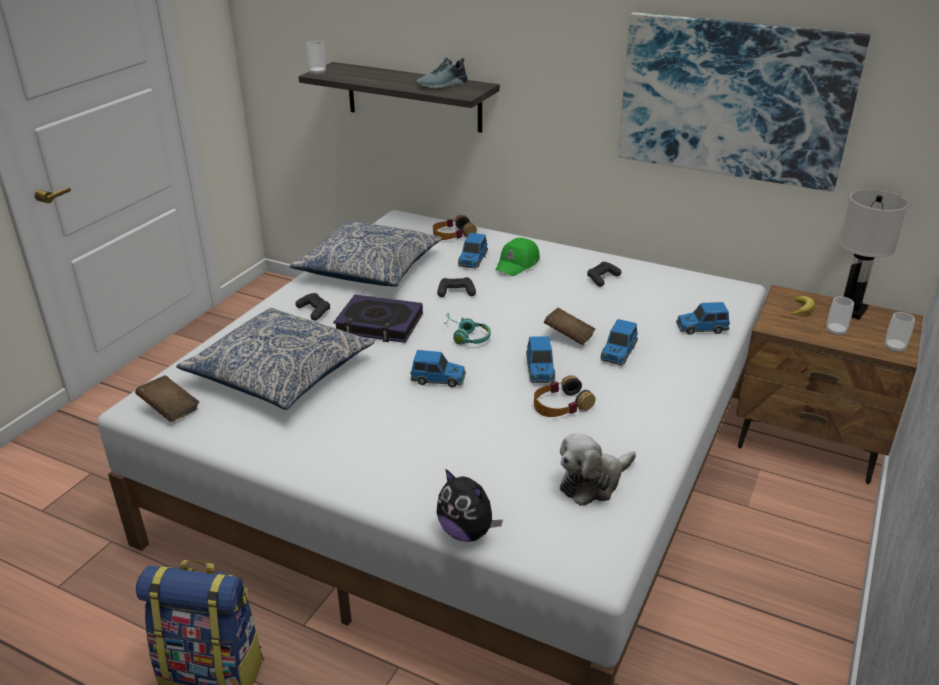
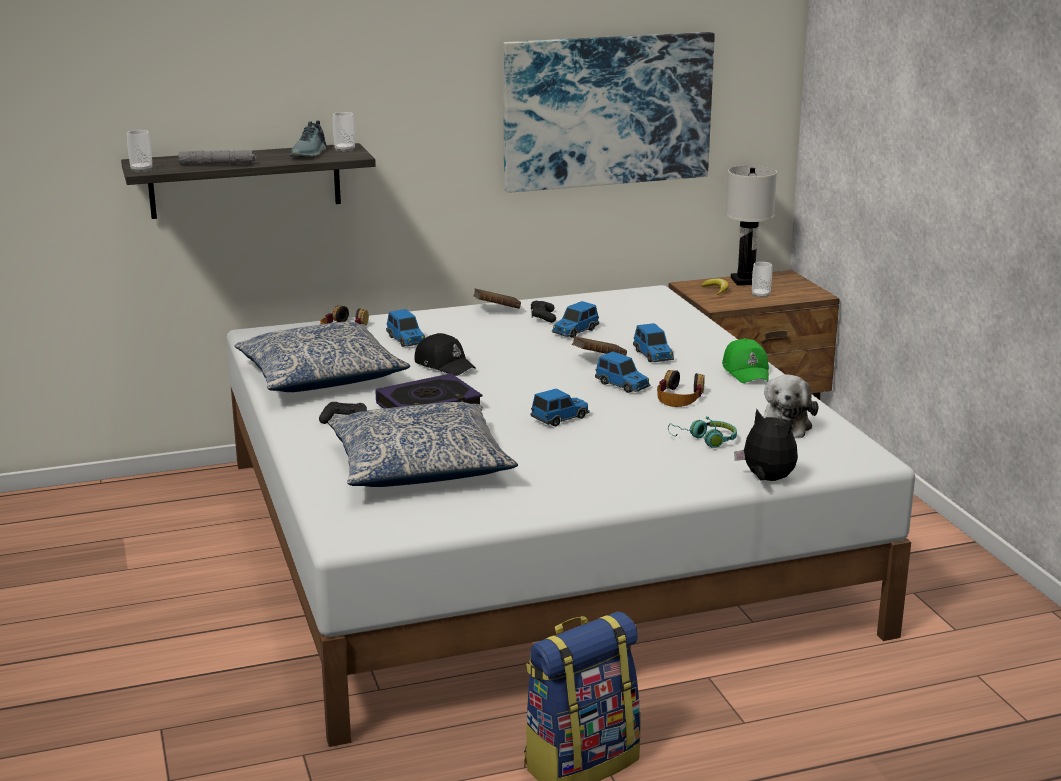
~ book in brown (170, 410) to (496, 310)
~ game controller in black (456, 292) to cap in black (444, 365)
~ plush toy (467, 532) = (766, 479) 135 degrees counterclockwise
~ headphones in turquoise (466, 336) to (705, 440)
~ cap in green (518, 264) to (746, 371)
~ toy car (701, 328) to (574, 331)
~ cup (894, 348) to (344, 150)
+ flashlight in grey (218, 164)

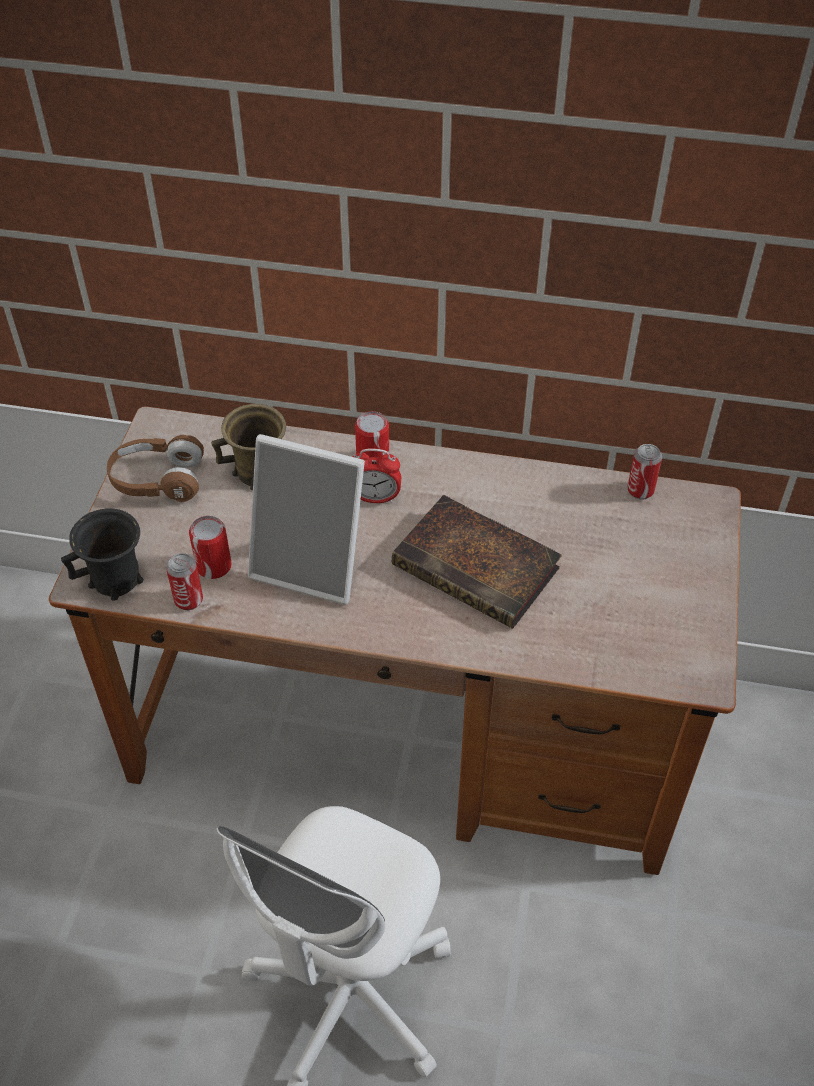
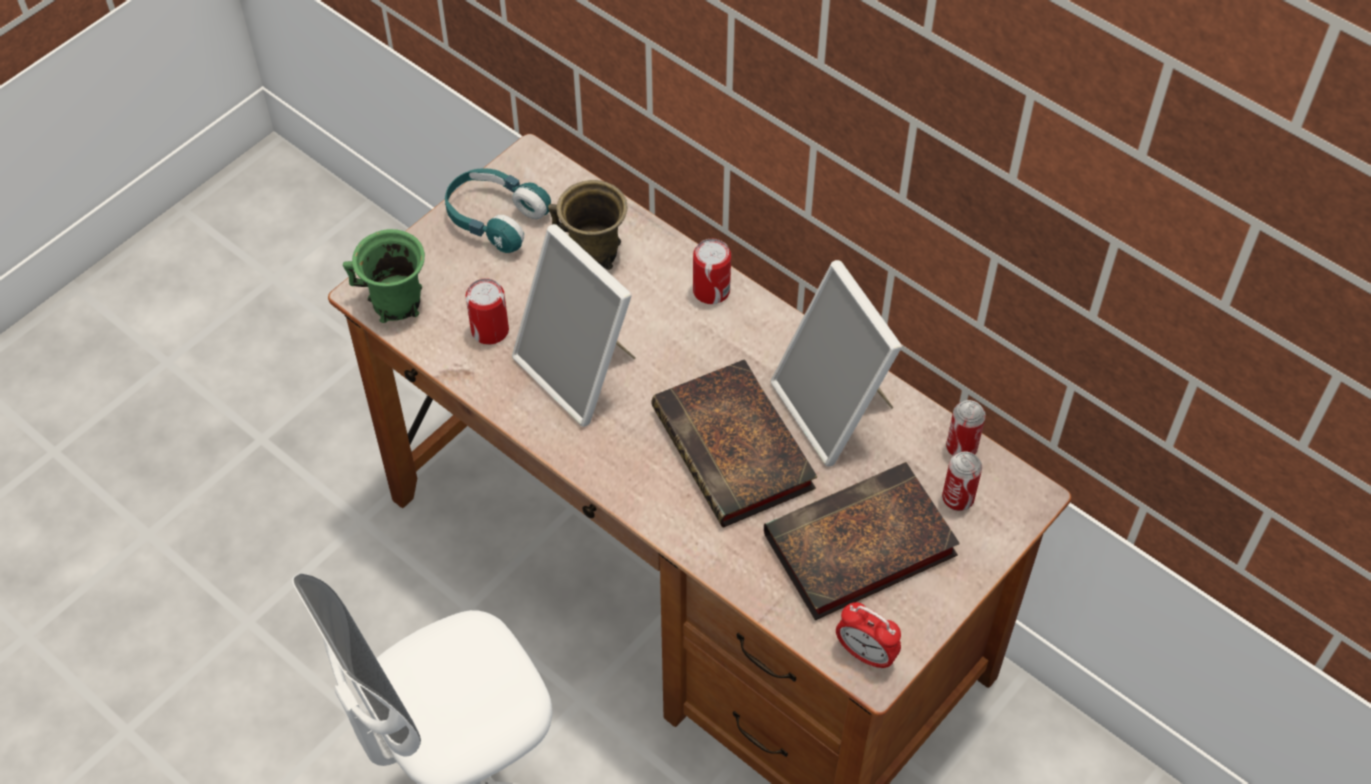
~ mug in black (116, 579) to mug in green (397, 303)
~ headphones in brown (157, 480) to headphones in turquoise (495, 218)
~ can (188, 600) to (957, 498)
~ alarm clock (375, 498) to (865, 654)
+ book (856, 549)
+ picture frame (835, 410)

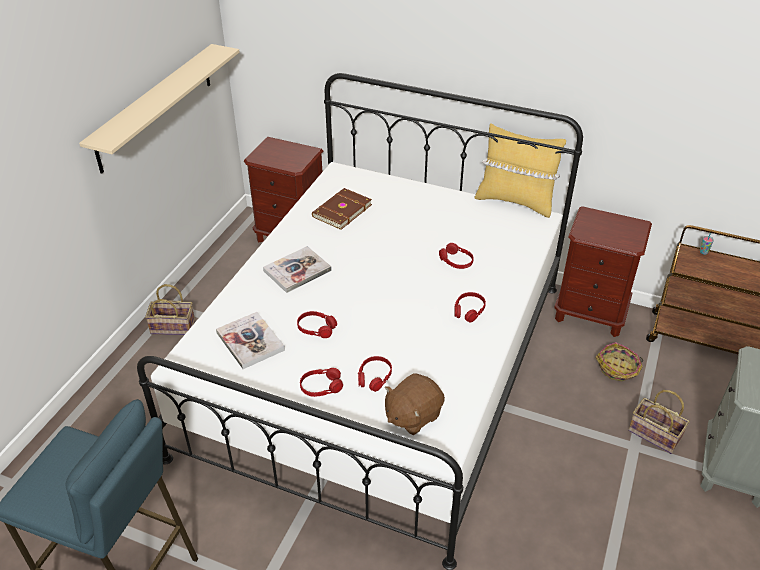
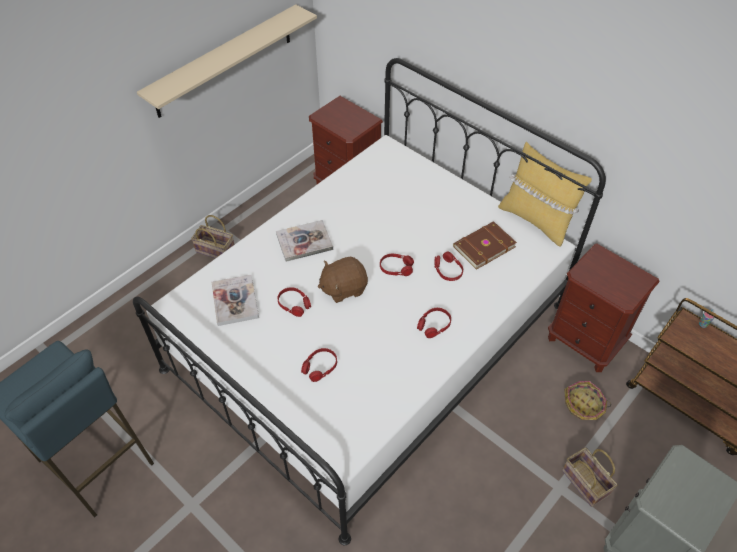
~ headphones in red (321, 387) to (396, 268)
~ book in brown (341, 210) to (483, 246)
~ plush toy in brown (412, 415) to (343, 288)

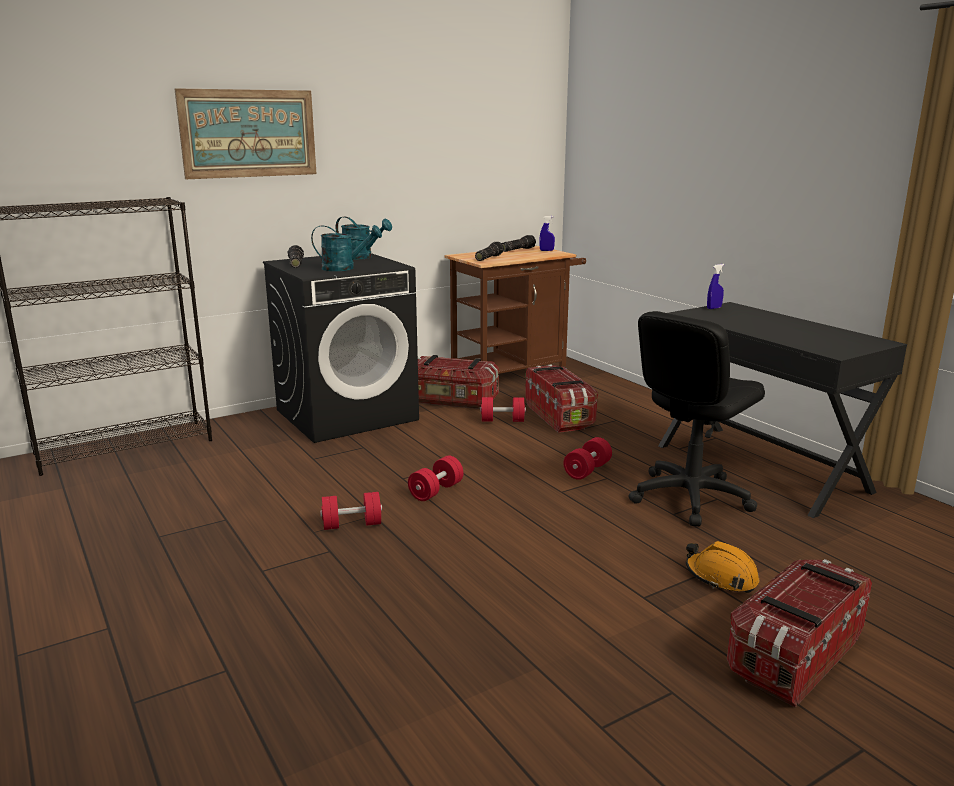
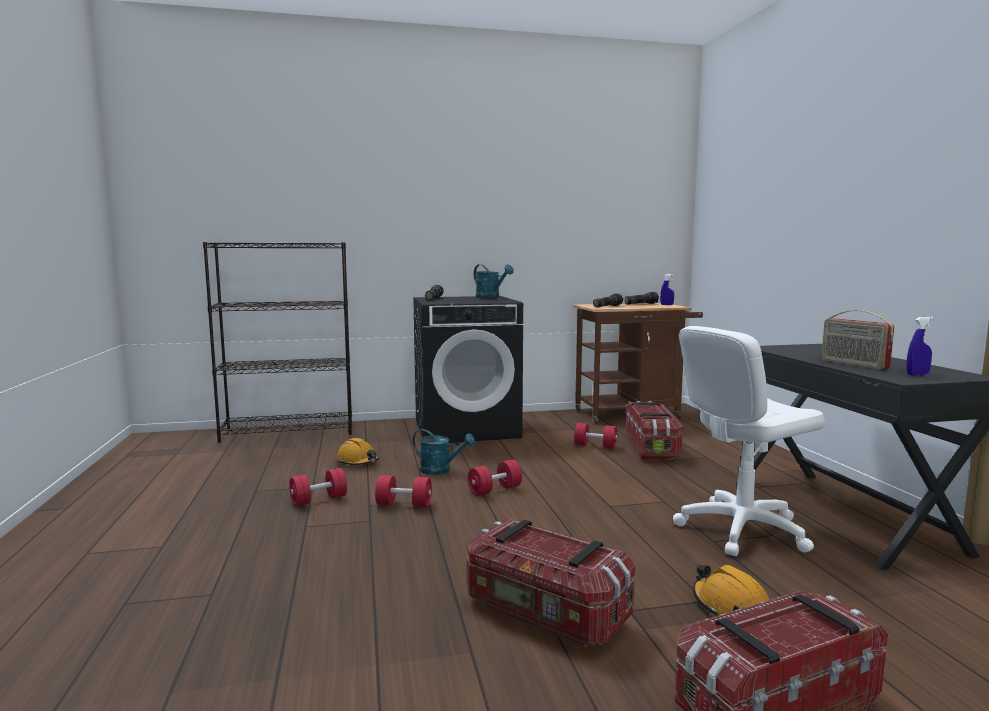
- picture (249, 133)
~ watering can in turquoise (344, 268) to (441, 470)
~ storage box (452, 401) to (545, 613)
~ dumbbell in red (587, 470) to (319, 500)
~ office chair in black (689, 497) to office chair in white (741, 529)
~ spray bottle in blue (714, 308) to (917, 374)
+ hard hat in orange (358, 462)
+ radio (853, 364)

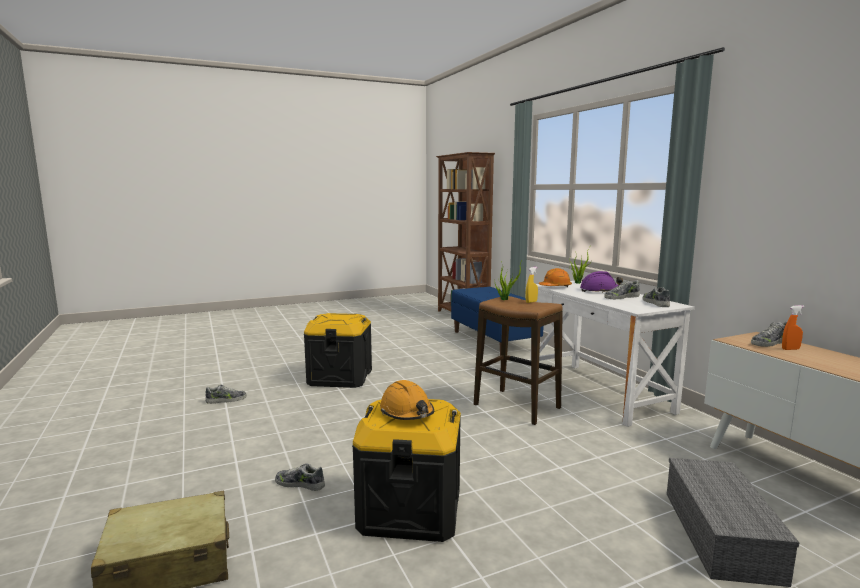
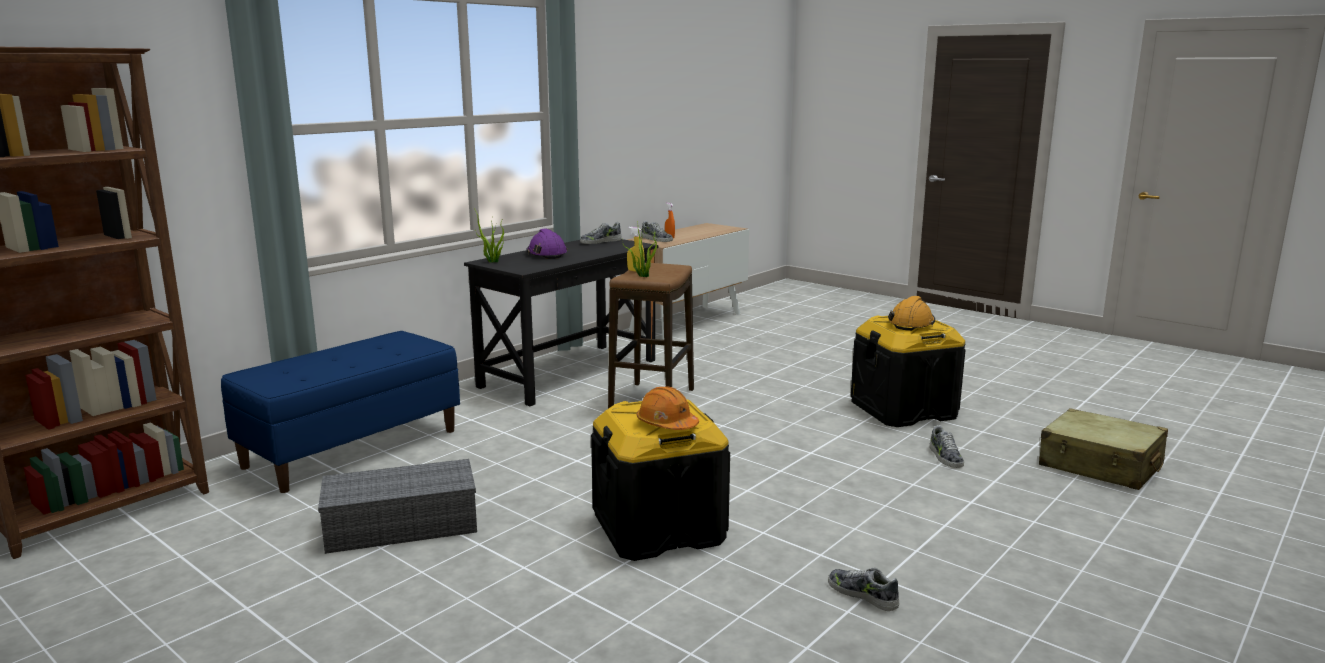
~ desk in white (598, 392) to desk in black (569, 373)
~ hard hat in orange (555, 287) to (666, 424)
- shoe (621, 297)
~ storage box in grey (723, 536) to (404, 524)

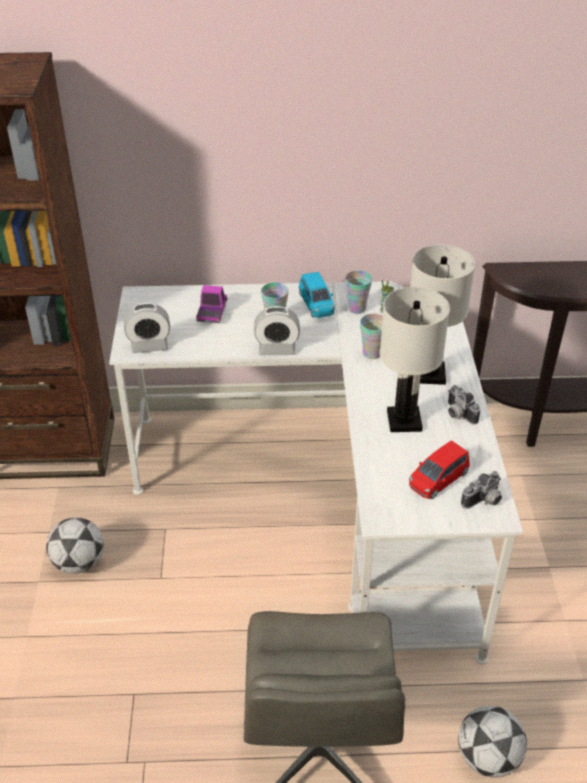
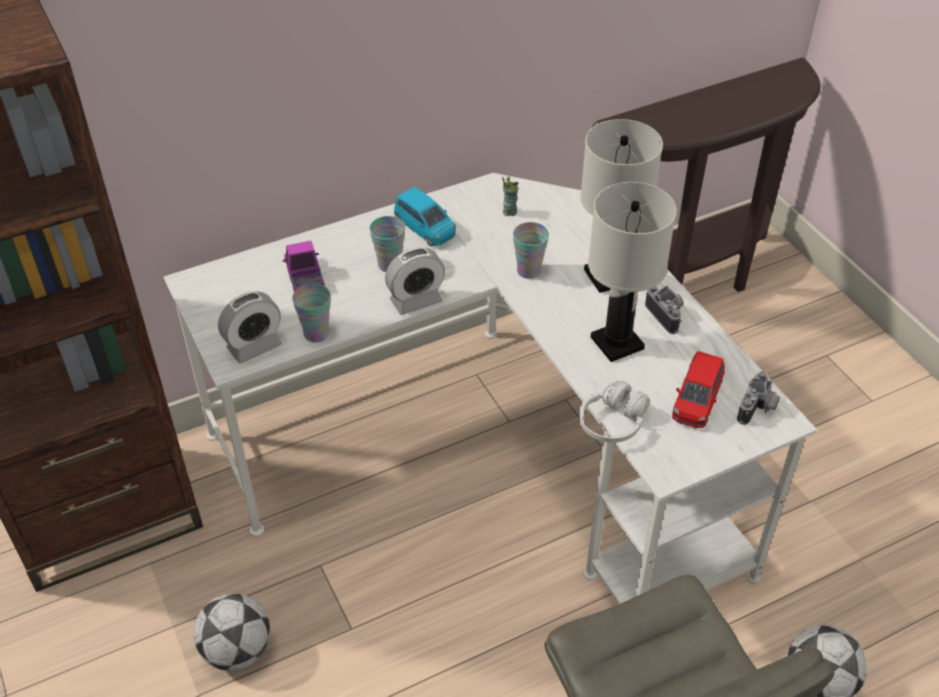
~ cup (357, 308) to (316, 334)
~ photo camera (457, 414) = (668, 315) 150 degrees counterclockwise
+ headphones in white (612, 422)

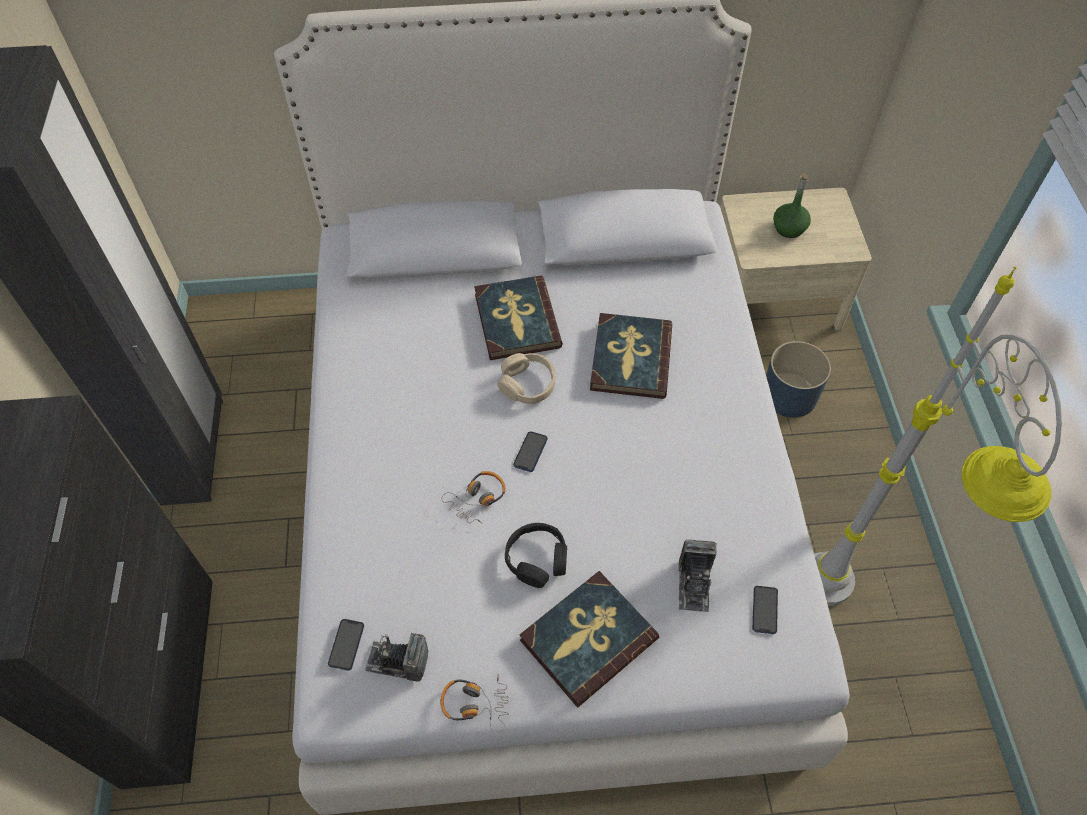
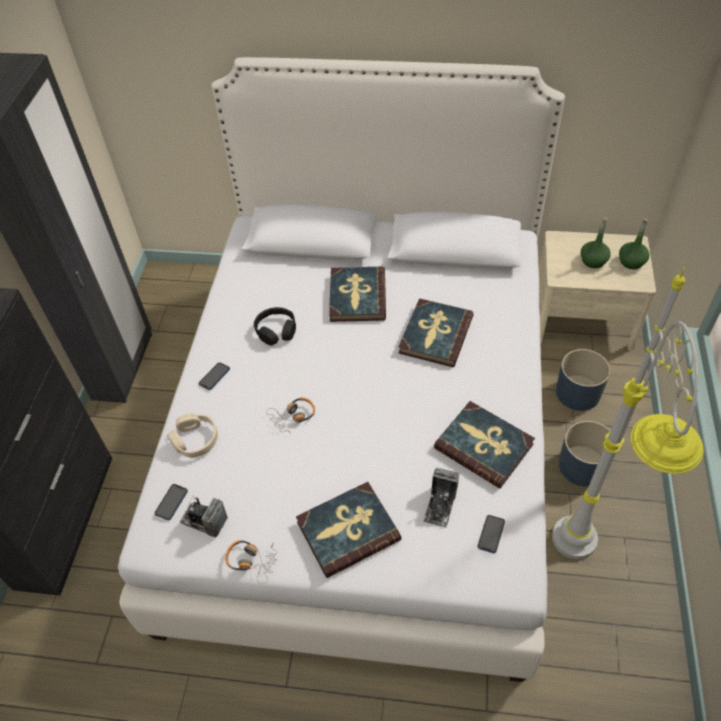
~ headphones in beige (527, 384) to (195, 440)
~ headphones in black (537, 559) to (276, 330)
~ phone (530, 452) to (214, 376)
+ book (484, 446)
+ planter in blue (581, 466)
+ bottle in green (631, 261)

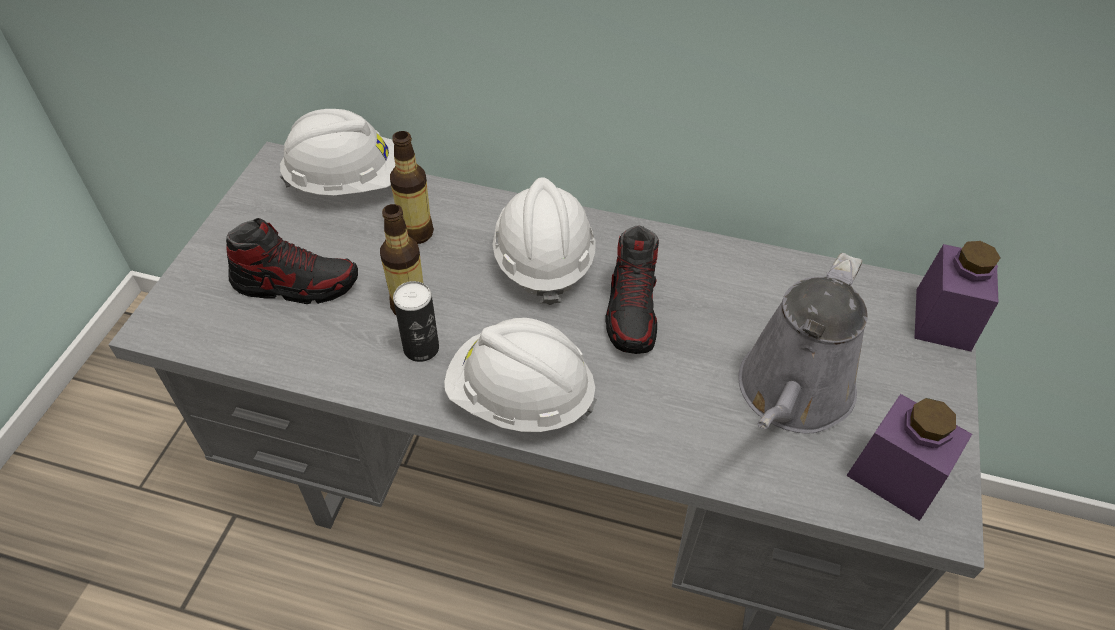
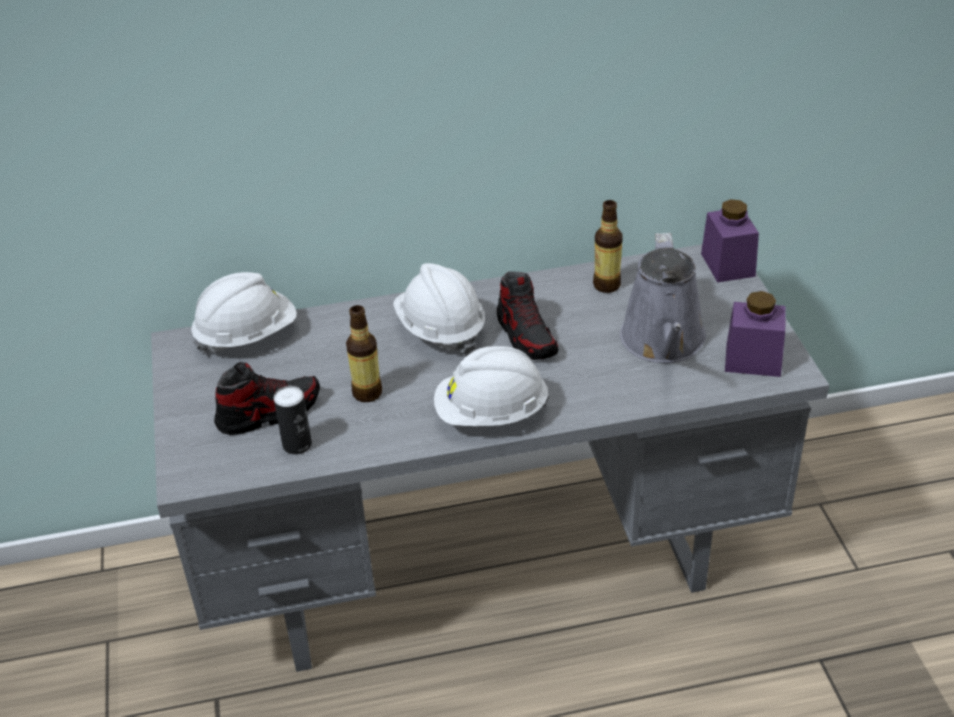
~ bottle (416, 233) to (606, 285)
~ can (421, 348) to (297, 445)

